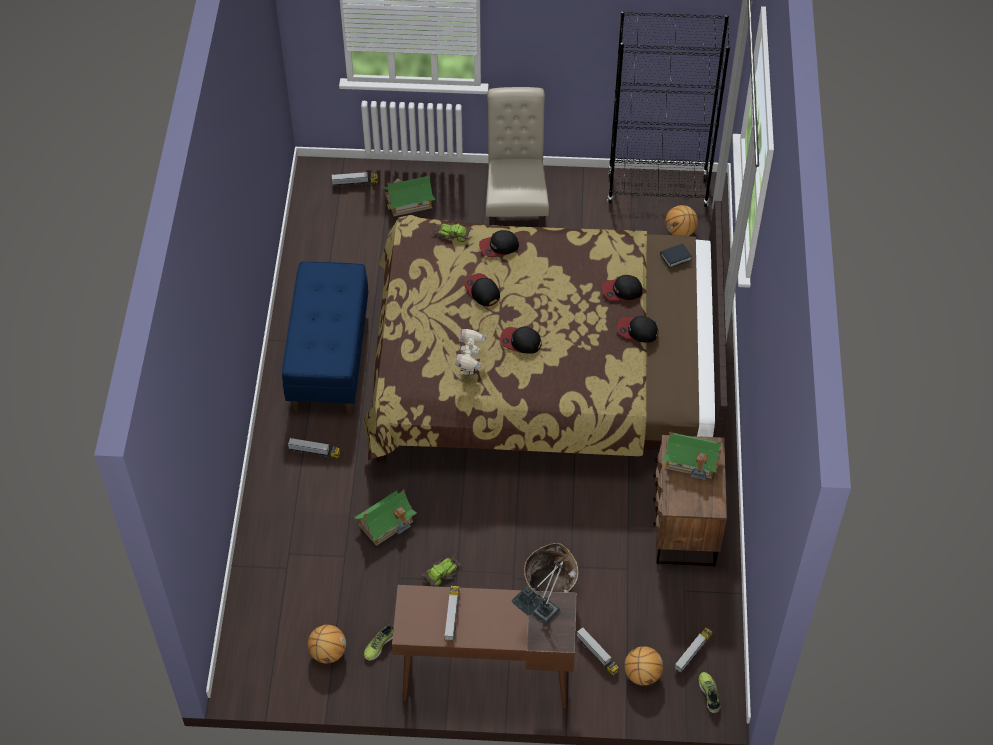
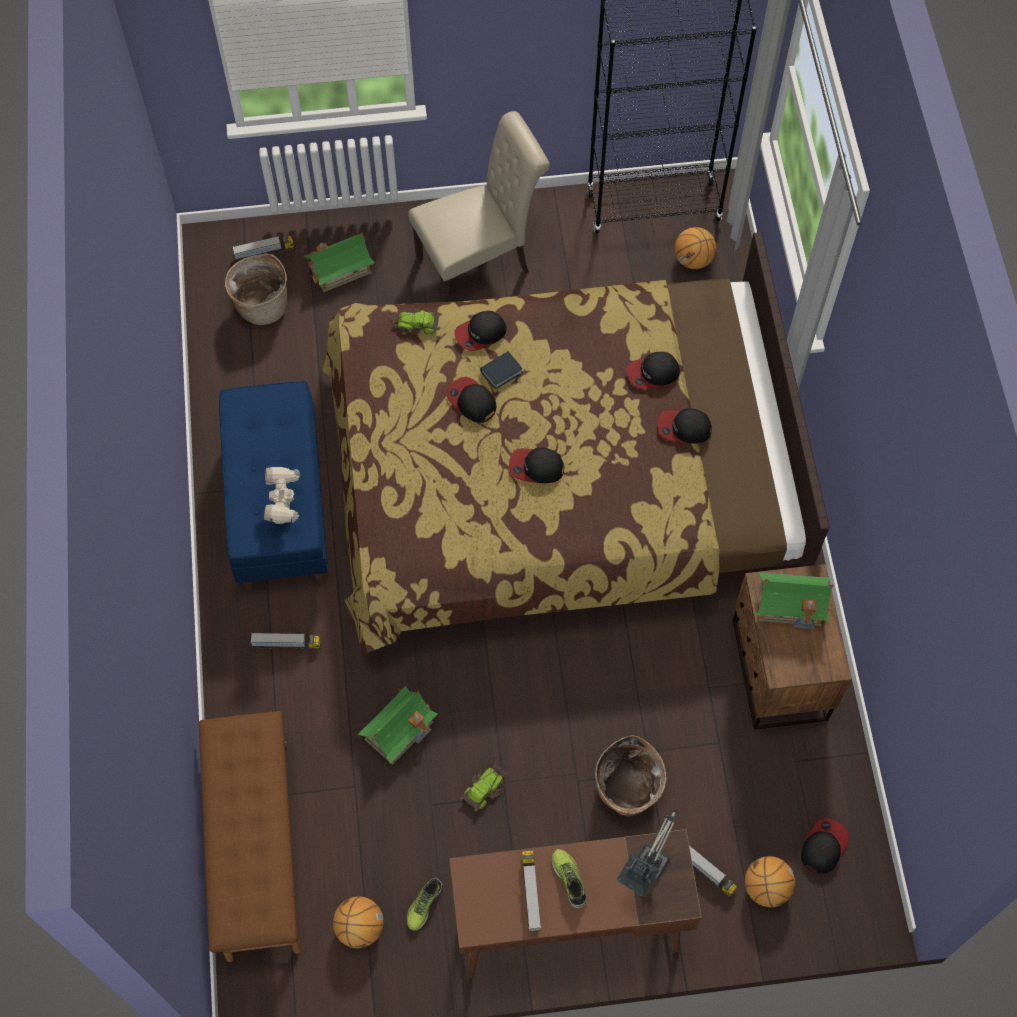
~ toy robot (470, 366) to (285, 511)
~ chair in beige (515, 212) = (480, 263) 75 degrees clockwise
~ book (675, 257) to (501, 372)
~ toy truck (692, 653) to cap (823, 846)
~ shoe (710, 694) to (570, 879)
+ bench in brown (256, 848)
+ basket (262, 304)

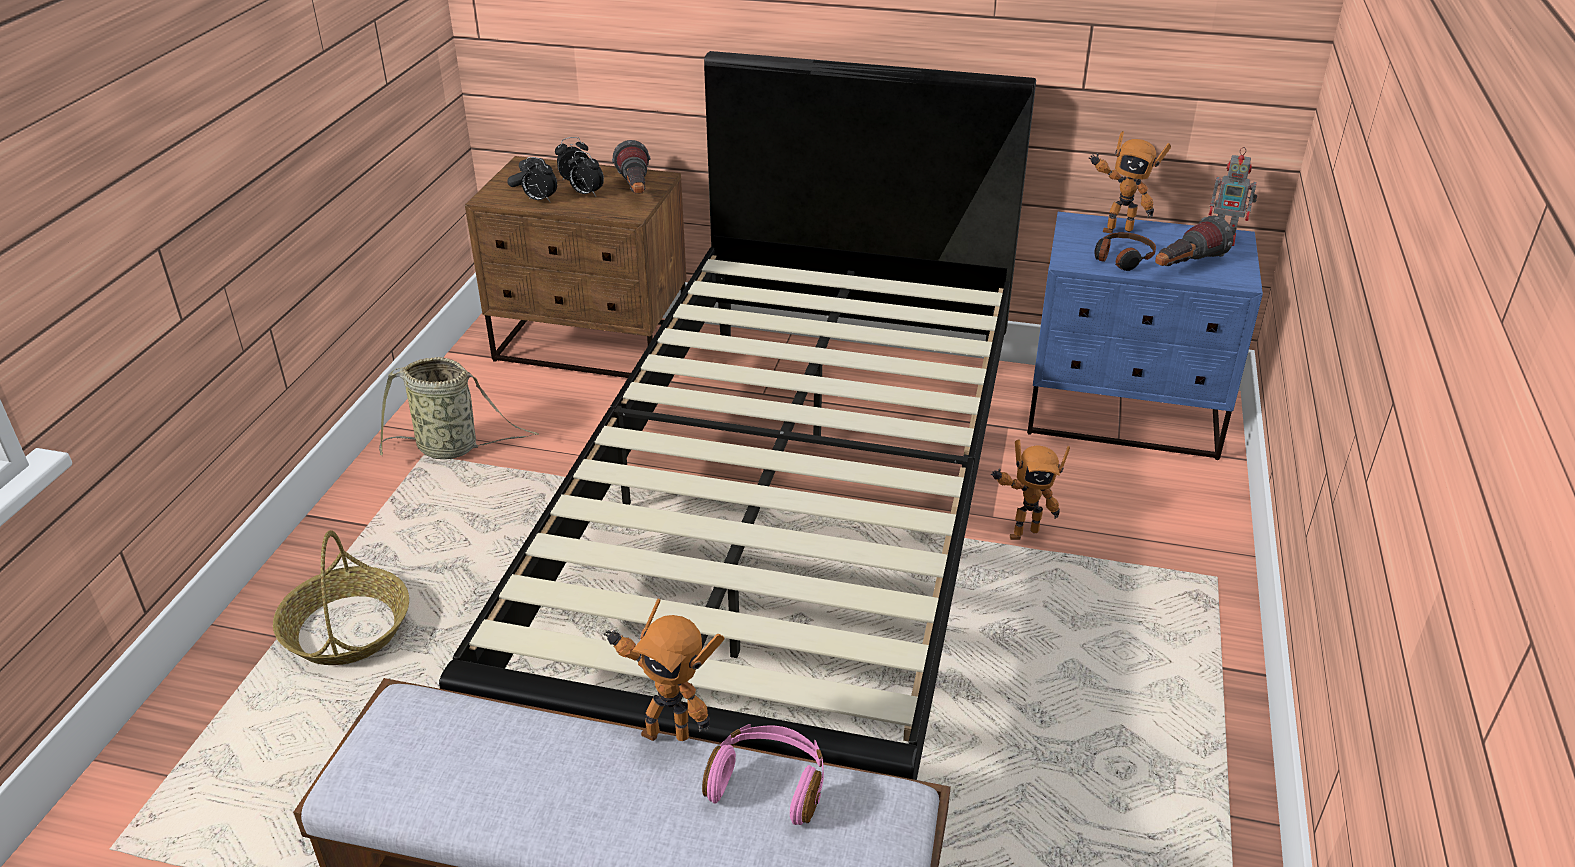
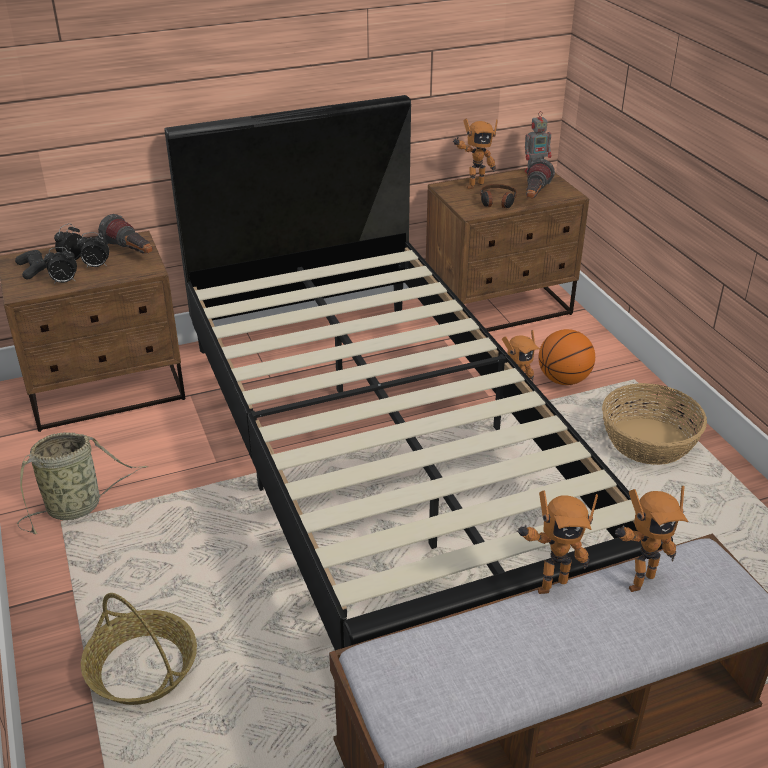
~ headphones in pink (768, 784) to toy robot (637, 580)
~ nightstand in blue (1124, 415) to nightstand in brown (499, 308)
+ basketball (563, 380)
+ basket (648, 441)

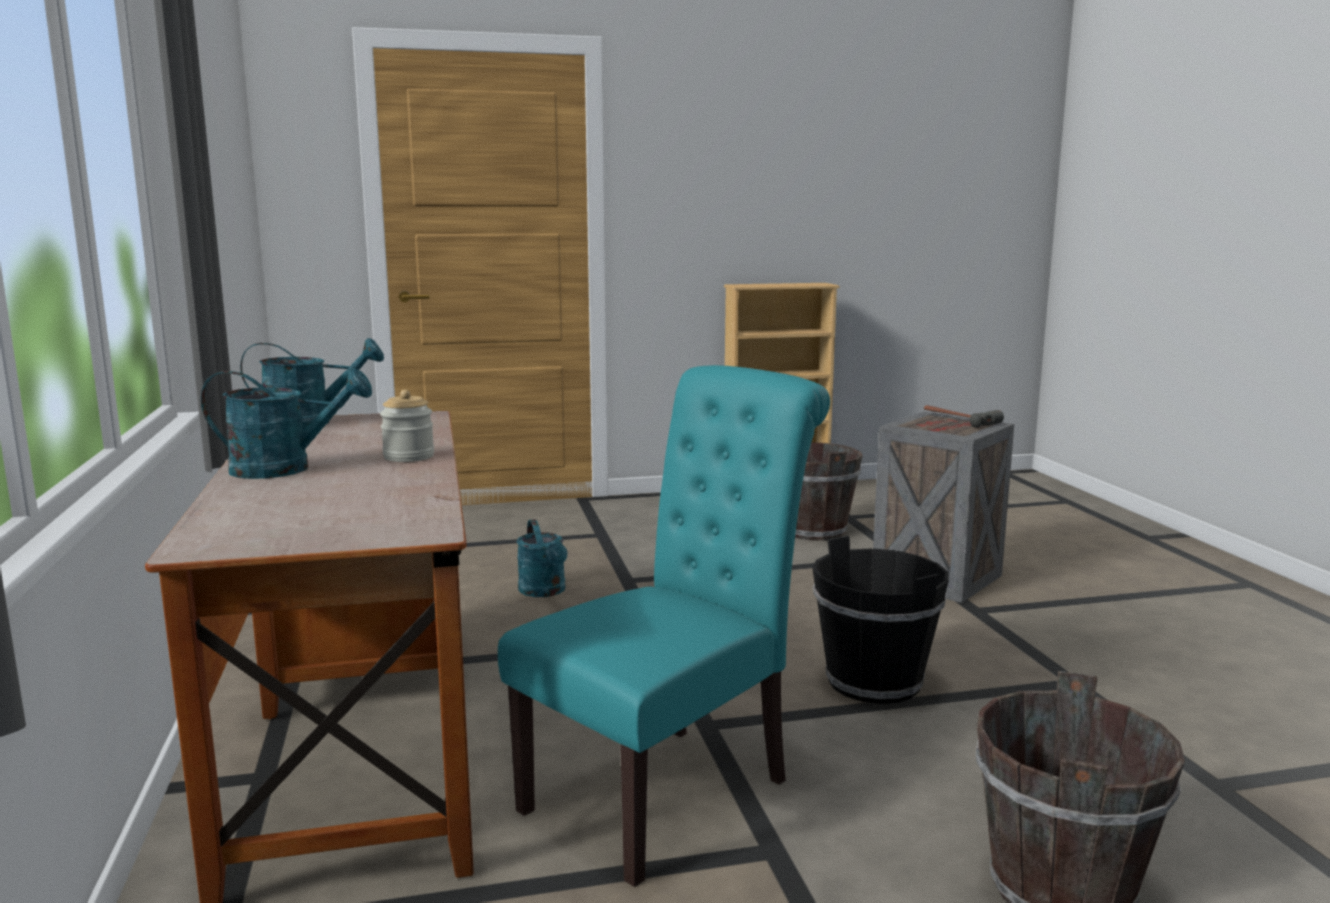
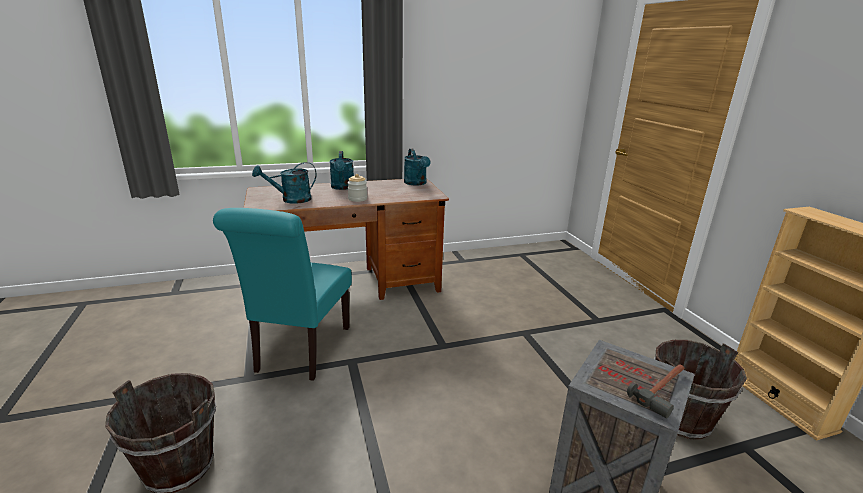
~ chair in turquoise (670, 789) = (300, 352) 60 degrees clockwise
~ watering can in turquoise (545, 592) to (291, 200)
- bucket in black (875, 682)

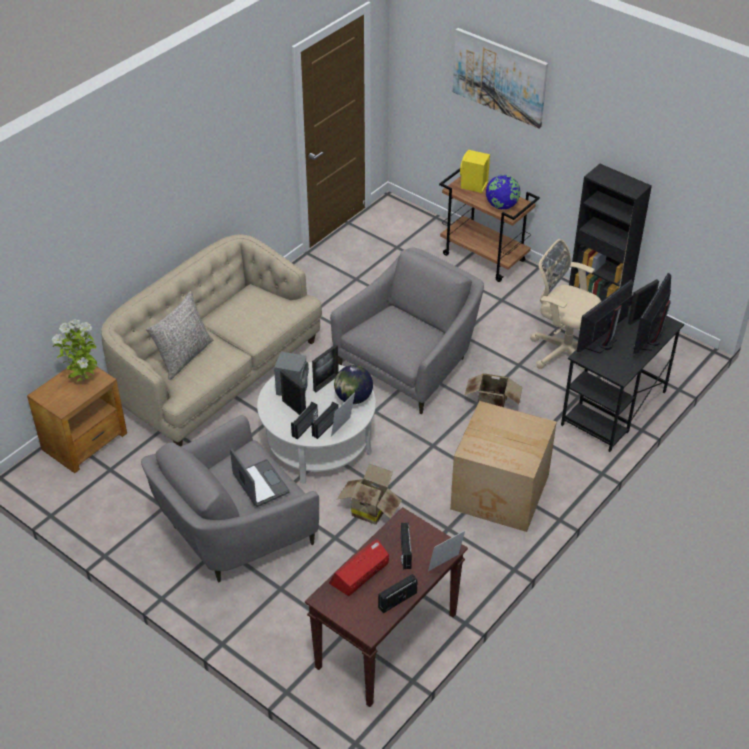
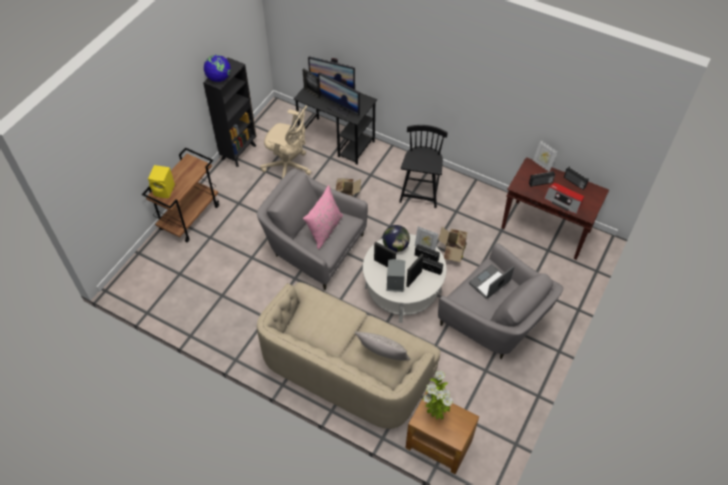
~ cardboard box (501, 493) to chair in black (421, 189)
- picture (499, 77)
~ globe (502, 206) to (219, 78)
~ office chair in beige (562, 352) = (288, 167) 90 degrees counterclockwise
+ pillow in pink (324, 229)

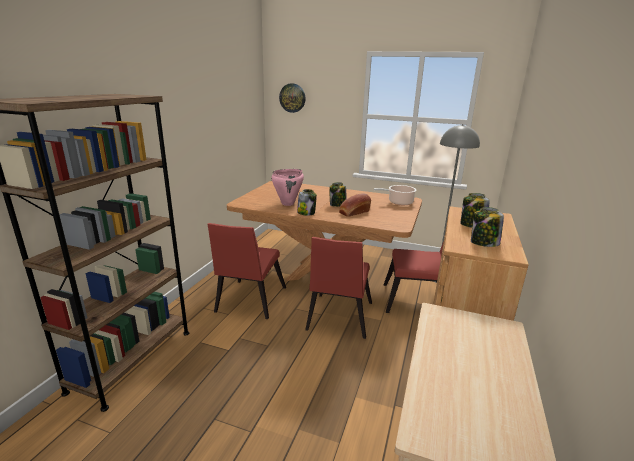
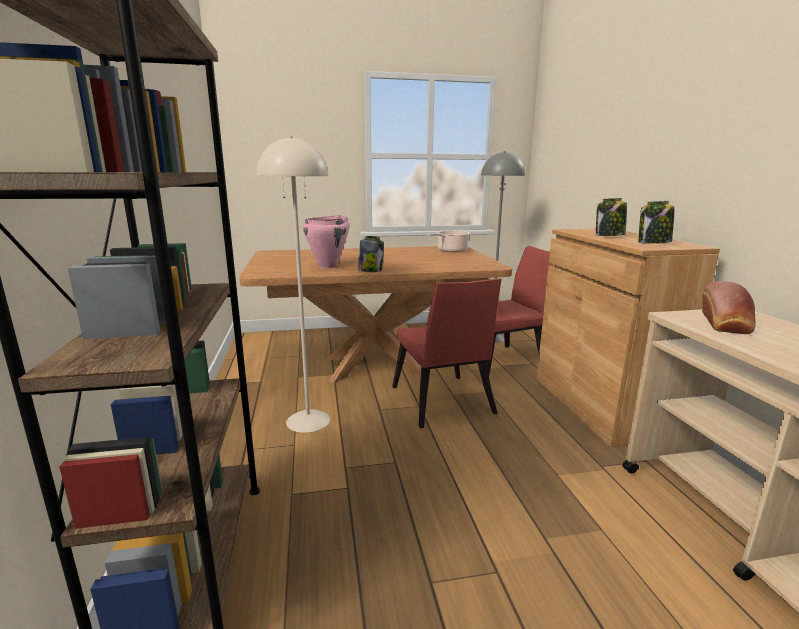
~ chair in red (248, 302) to floor lamp in beige (307, 421)
- wall clock (292, 98)
- jar (337, 205)
~ bread (353, 212) to (725, 324)

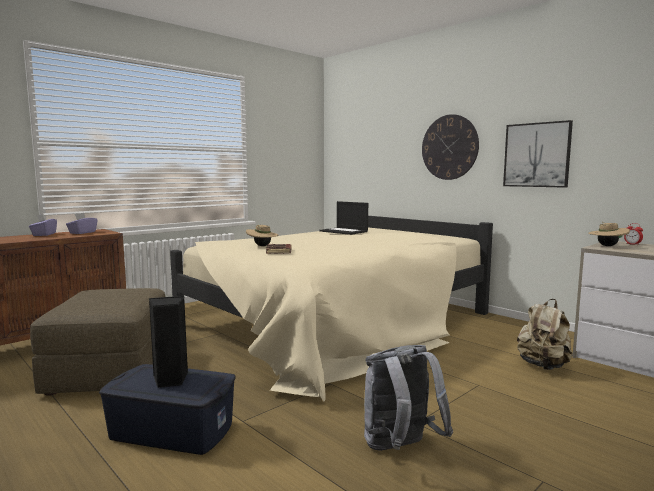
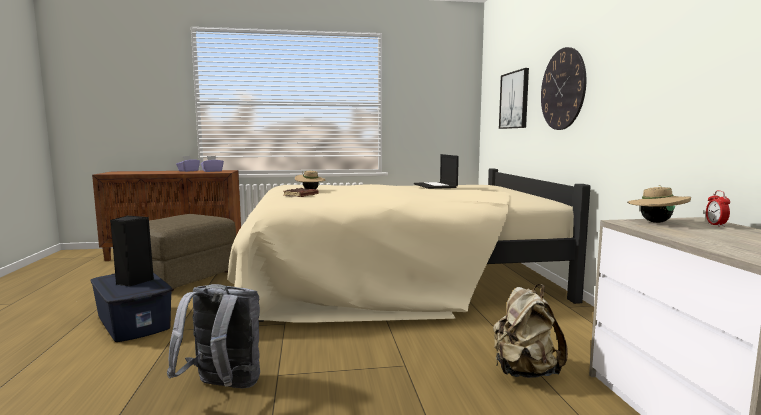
~ picture (537, 155) to (514, 100)

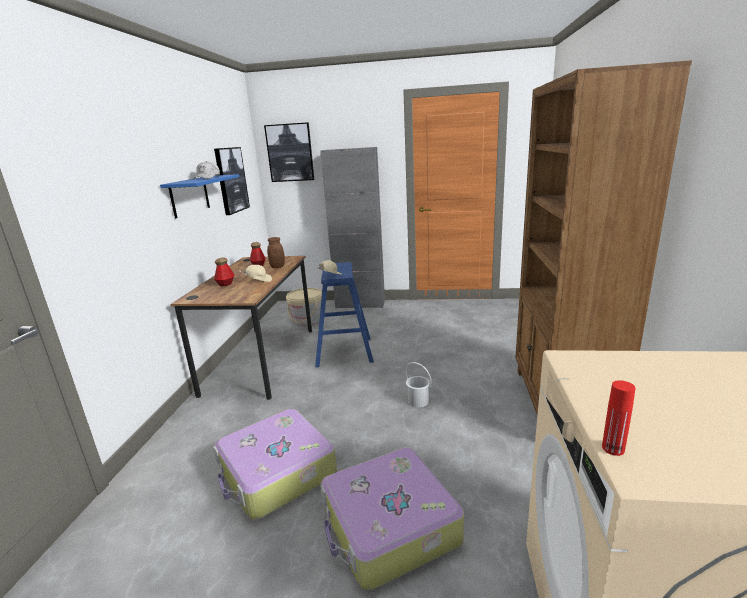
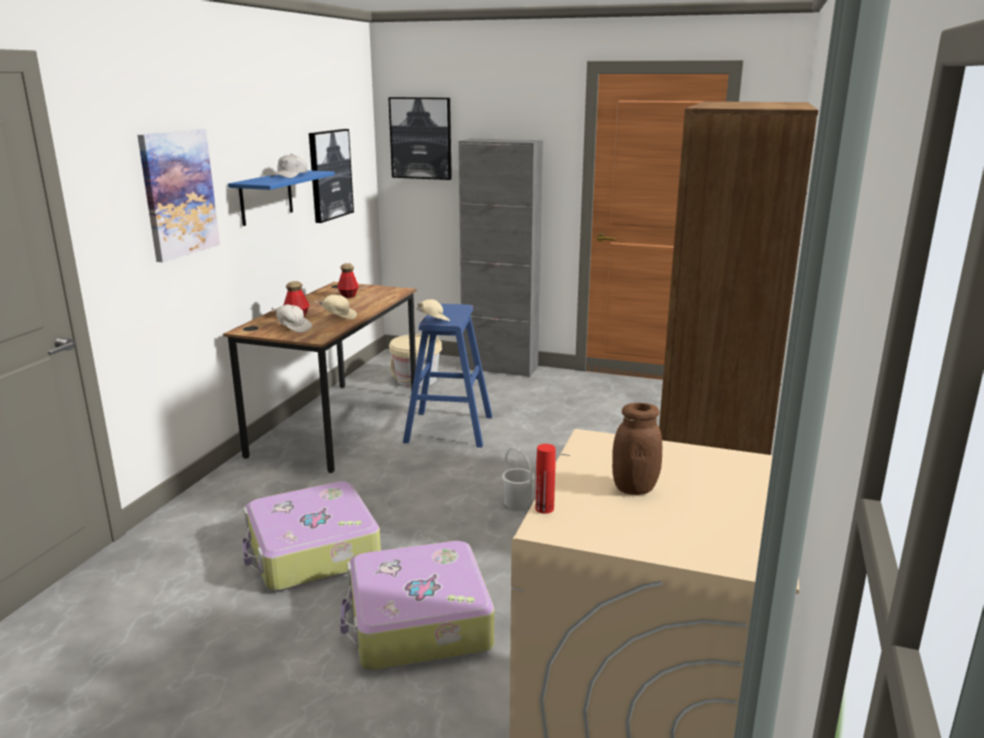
~ jar in brown (277, 267) to (634, 488)
+ picture (178, 193)
+ cap in white (293, 328)

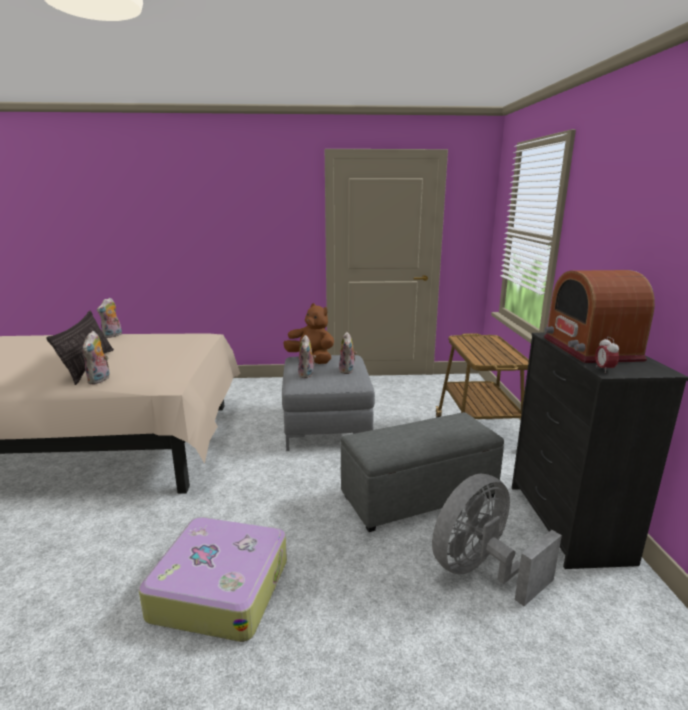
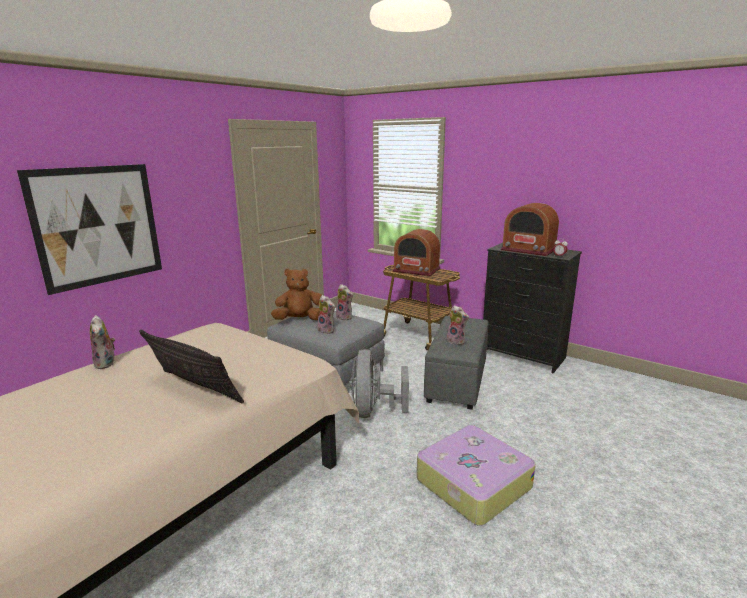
~ plush toy (100, 380) to (456, 341)
~ fan in grey (481, 571) to (374, 411)
+ picture (98, 226)
+ radio (416, 270)

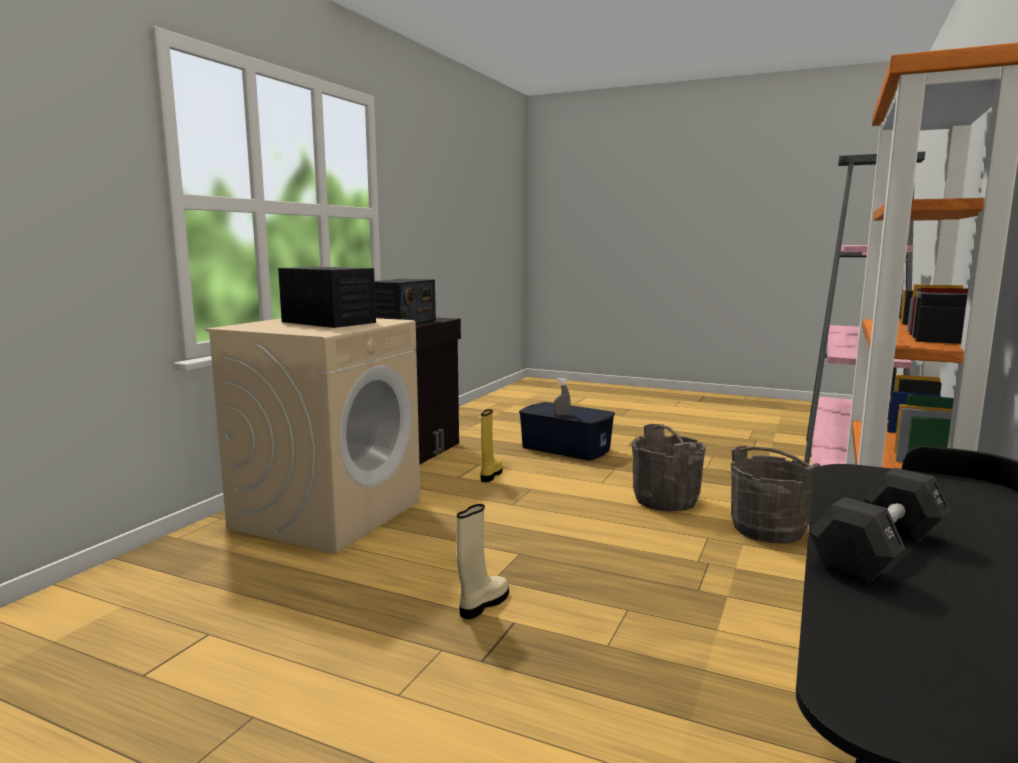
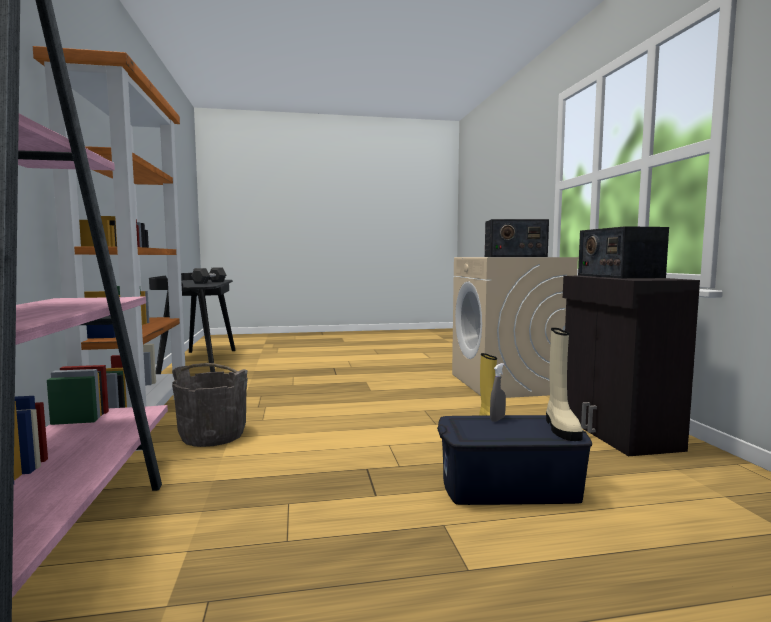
~ boot in beige (483, 604) to (561, 428)
- bucket in grey (666, 500)

